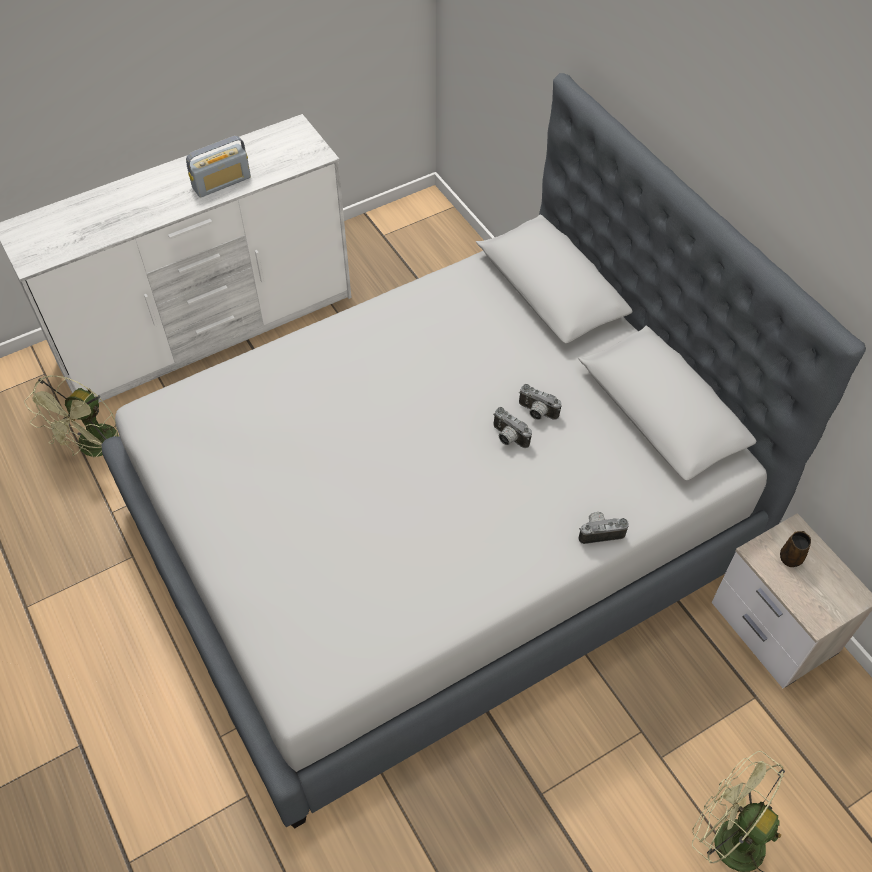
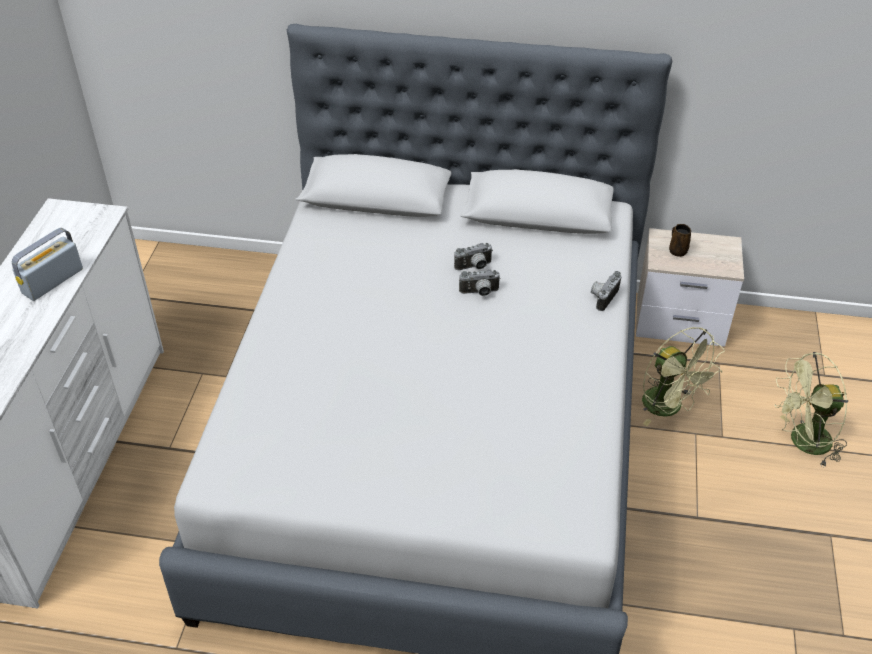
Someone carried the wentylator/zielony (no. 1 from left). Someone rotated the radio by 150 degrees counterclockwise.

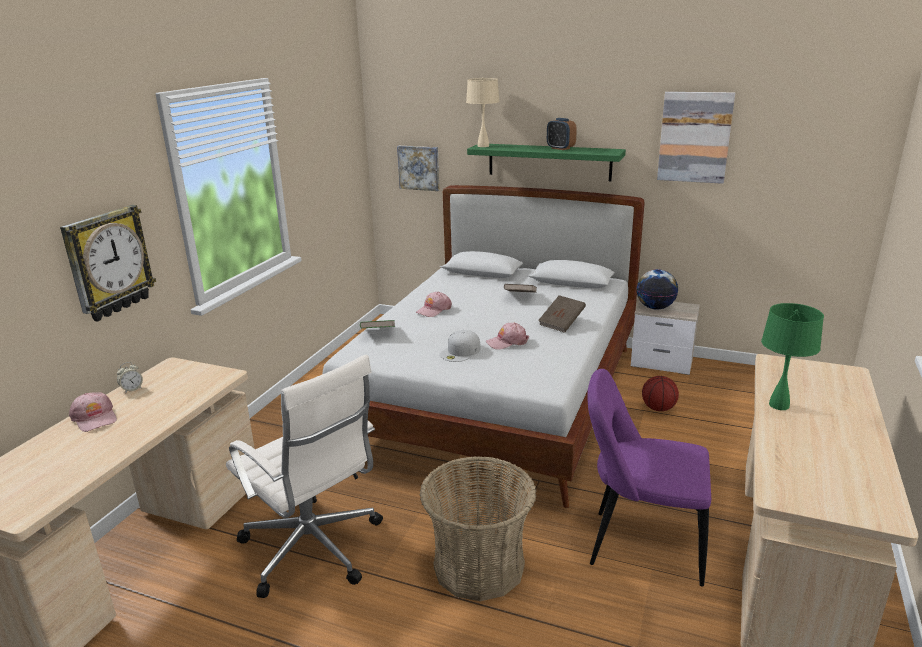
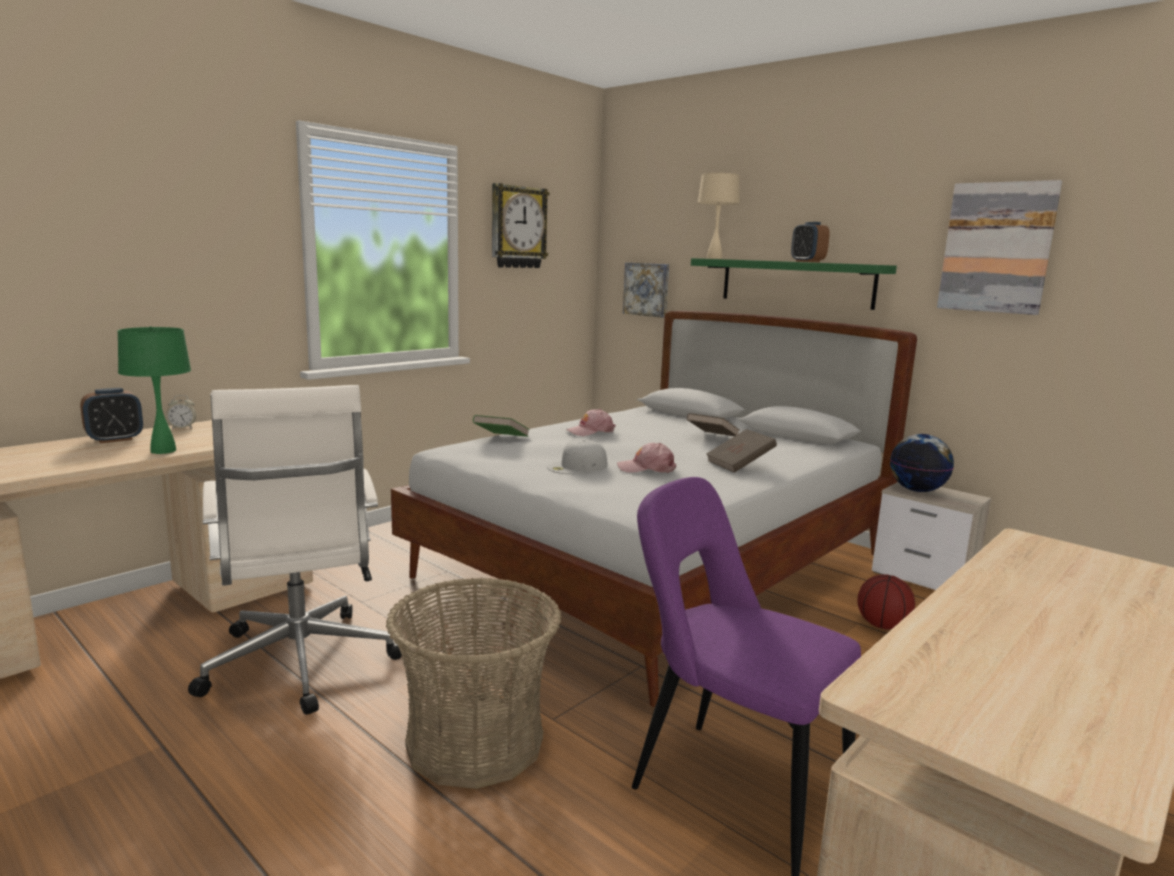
Someone carried the zegar ścienny. Someone swapped the czapka z daszkiem/różowy (no. 1 from left) for the budzik (no. 1 from left). Someone carried the lampa stołowa/zielony.

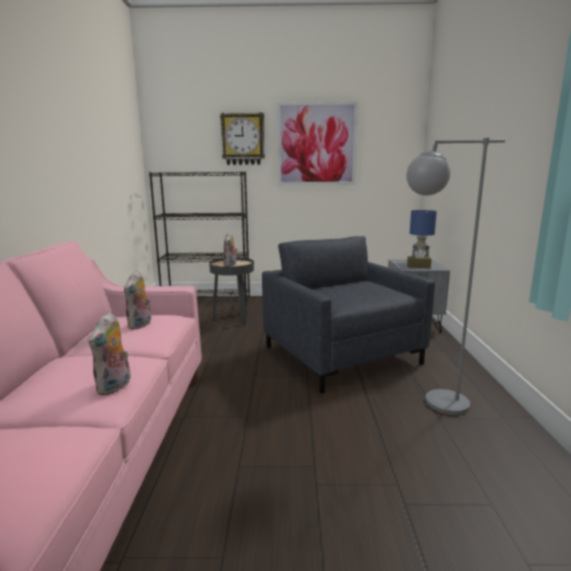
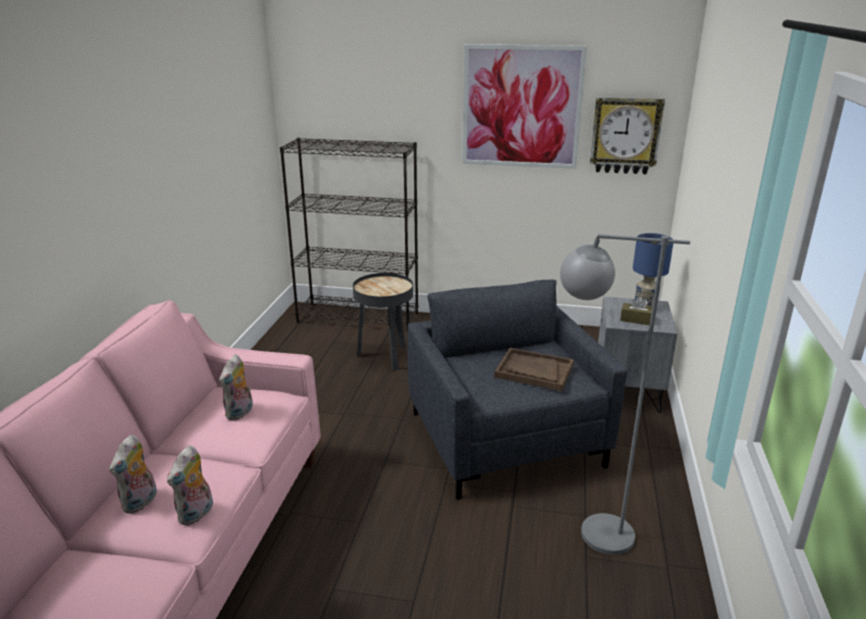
Someone carried the zegar ścienny. Someone carried the pluszak (no. 3 from left in the first image). Someone put down the taca/brązowy.

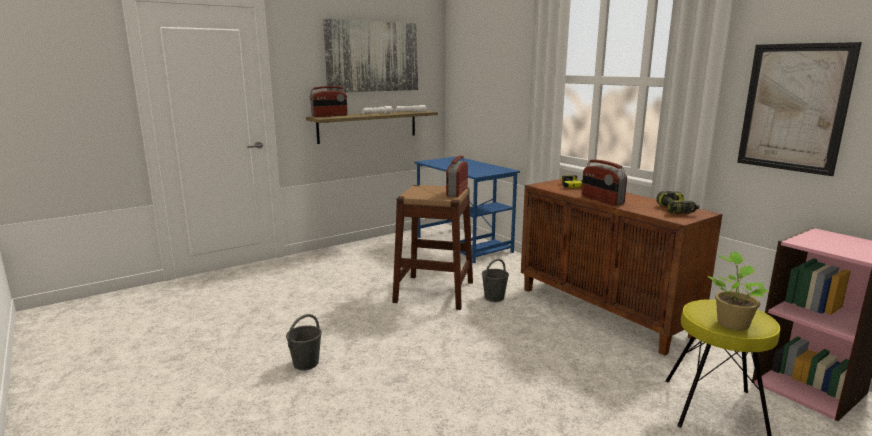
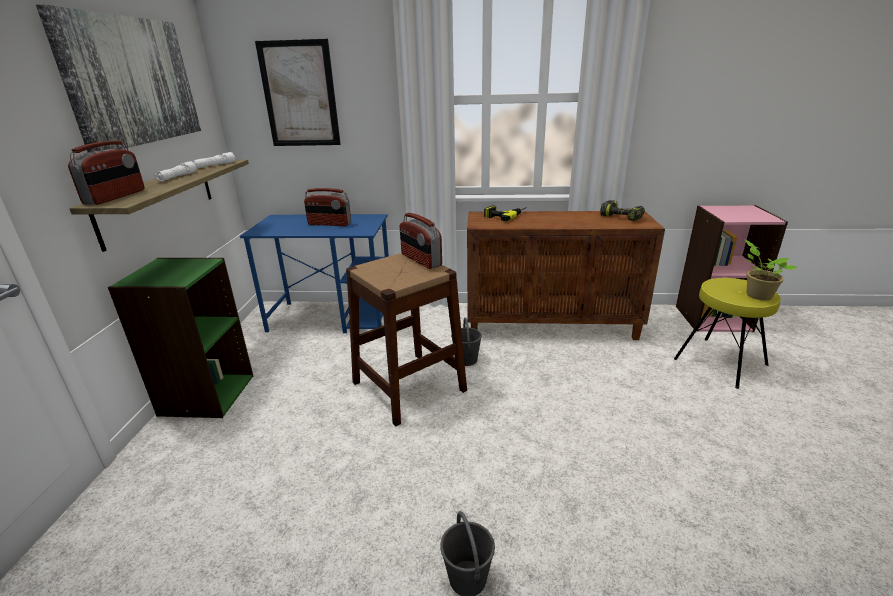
Someone carried the radio (no. 3 from left in the first image). Someone carried the obraz (no. 2 from left). Someone put down the regał/zielony.

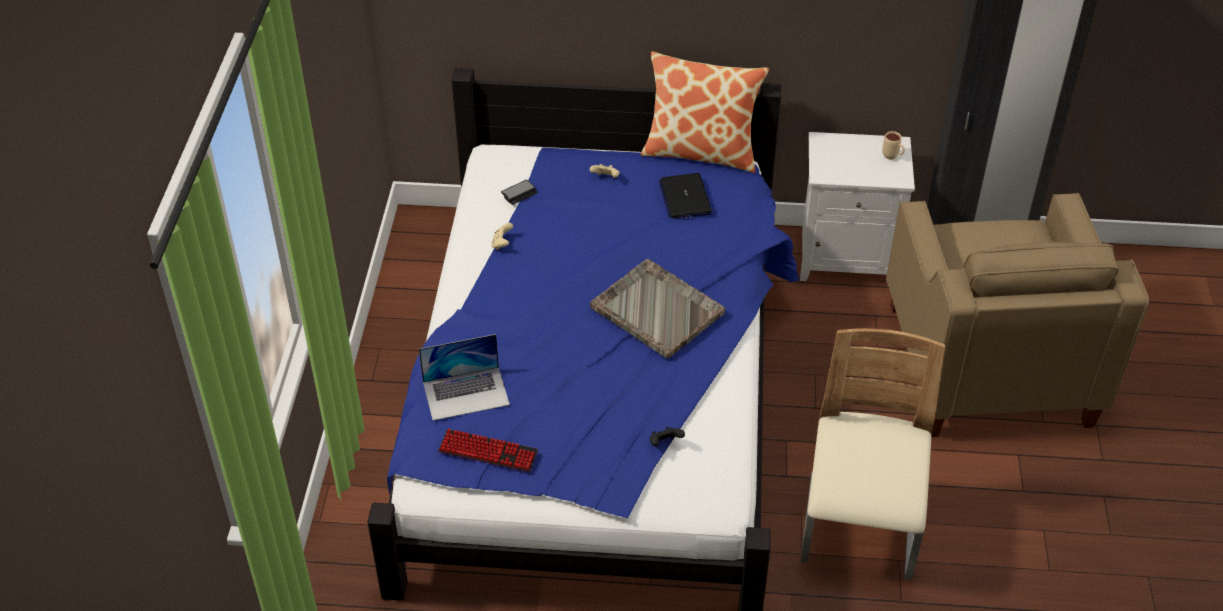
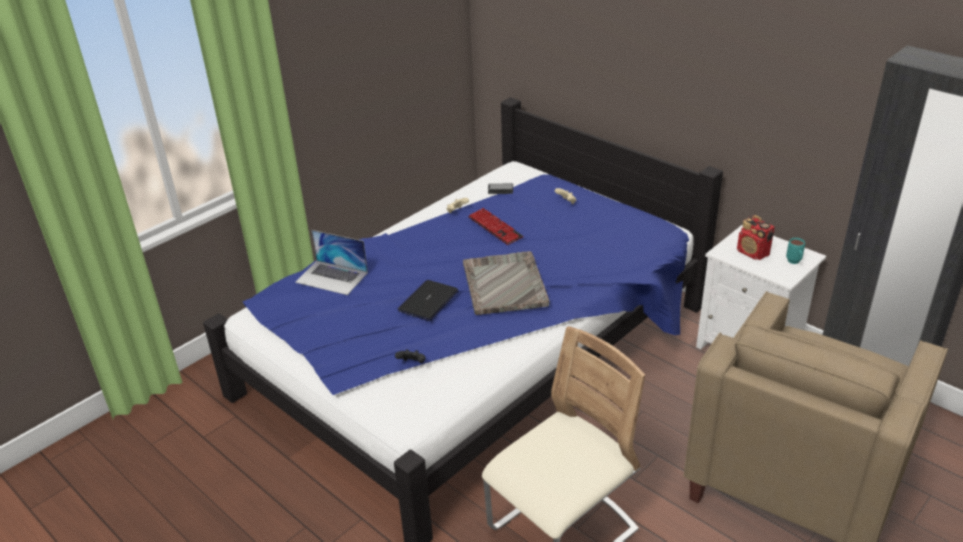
Someone carried the klawiatura. Someone took away the poduszka. Someone carried the laptop (no. 2 from left). Someone repainted the kubek/beżowy, which became the kubek/turkusowy. Someone put down the radio.

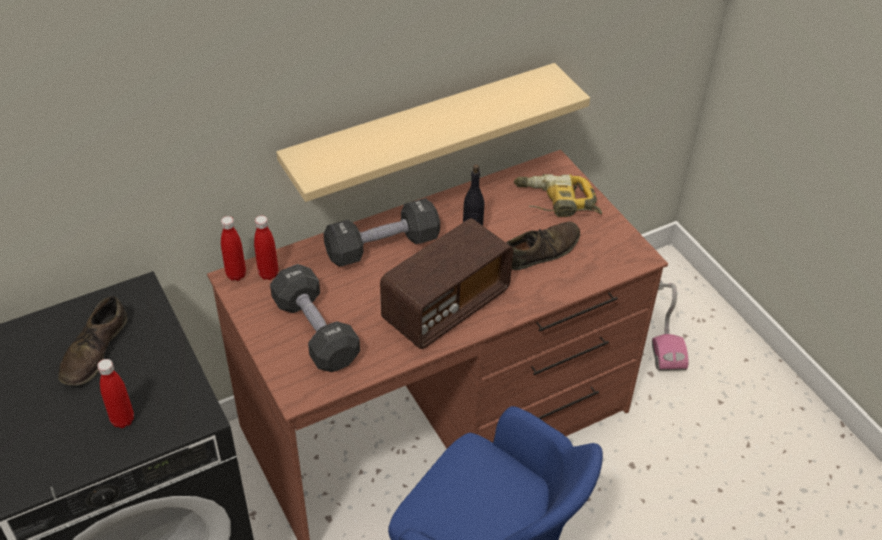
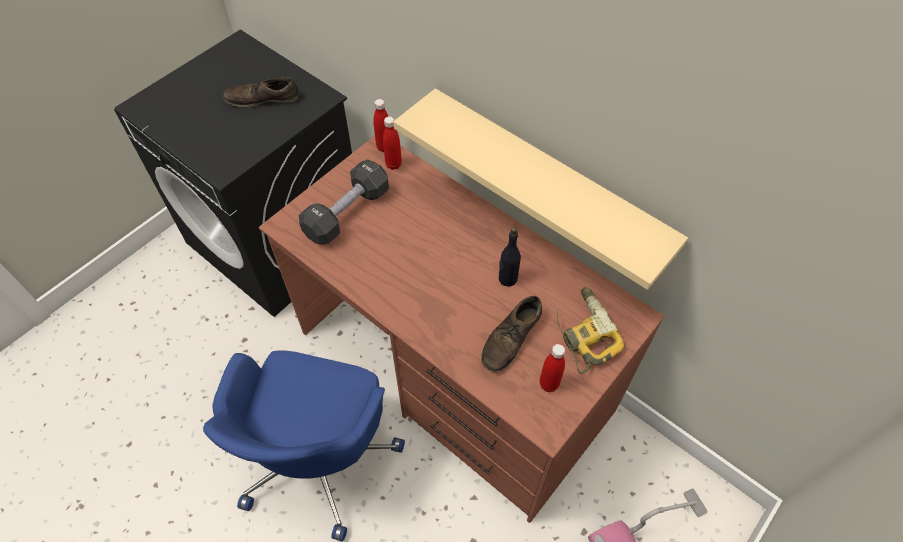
Someone carried the butelka/czerwony (no. 1 from left in the first image). Someone took away the hantel/czarny (no. 2 from left). Someone took away the radio. Someone rotated the but/brązowy (no. 2 from left) by 90 degrees clockwise.

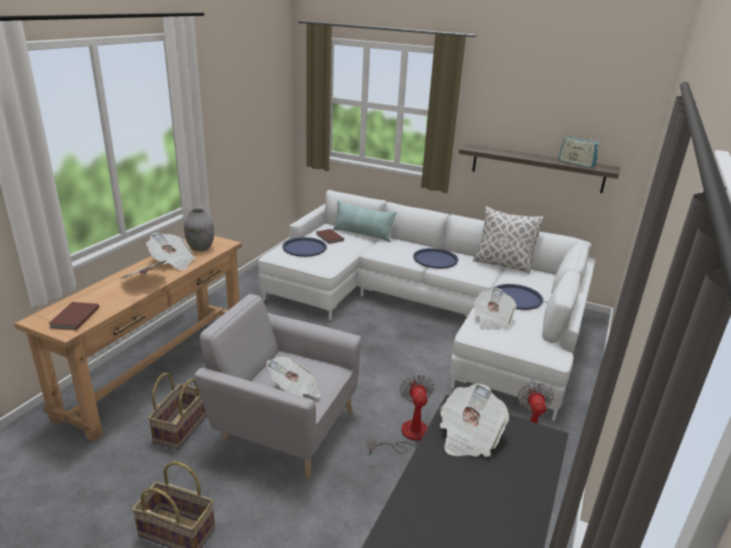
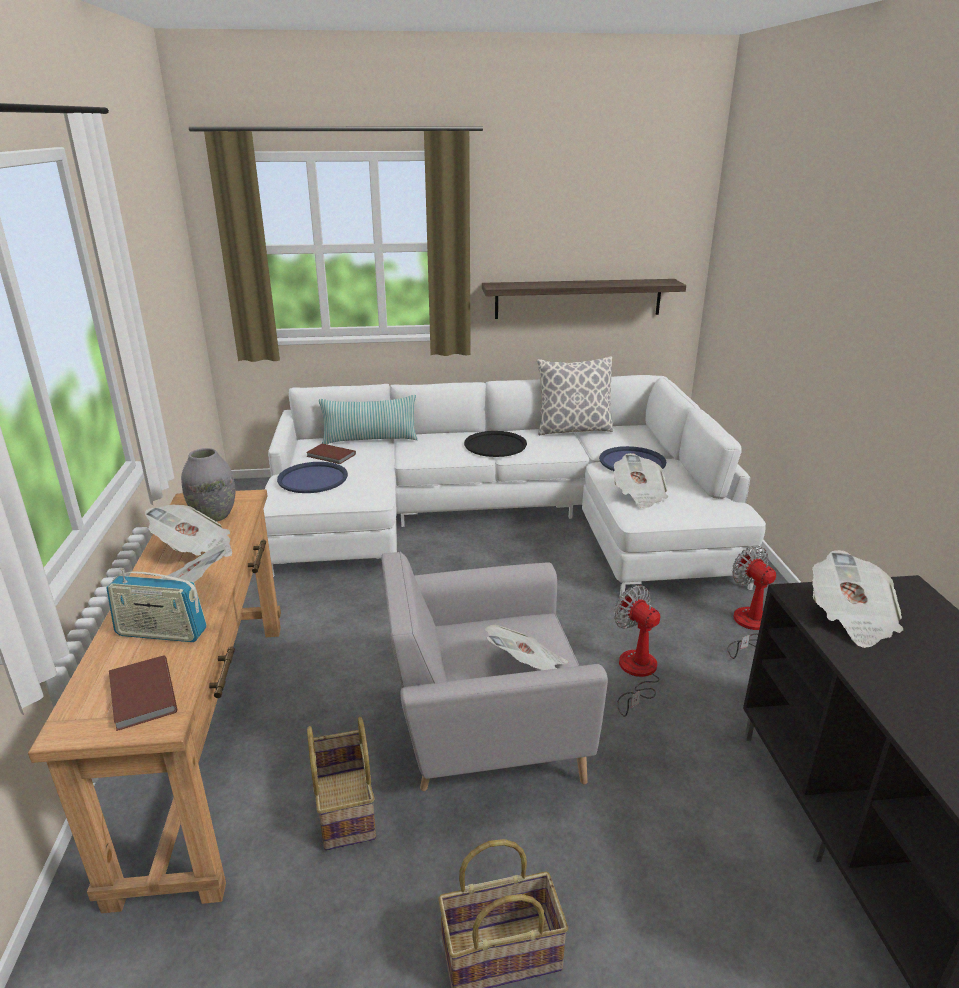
Someone repainted the taca/niebieski (no. 2 from left), which became the taca/czarny. Someone carried the radio.

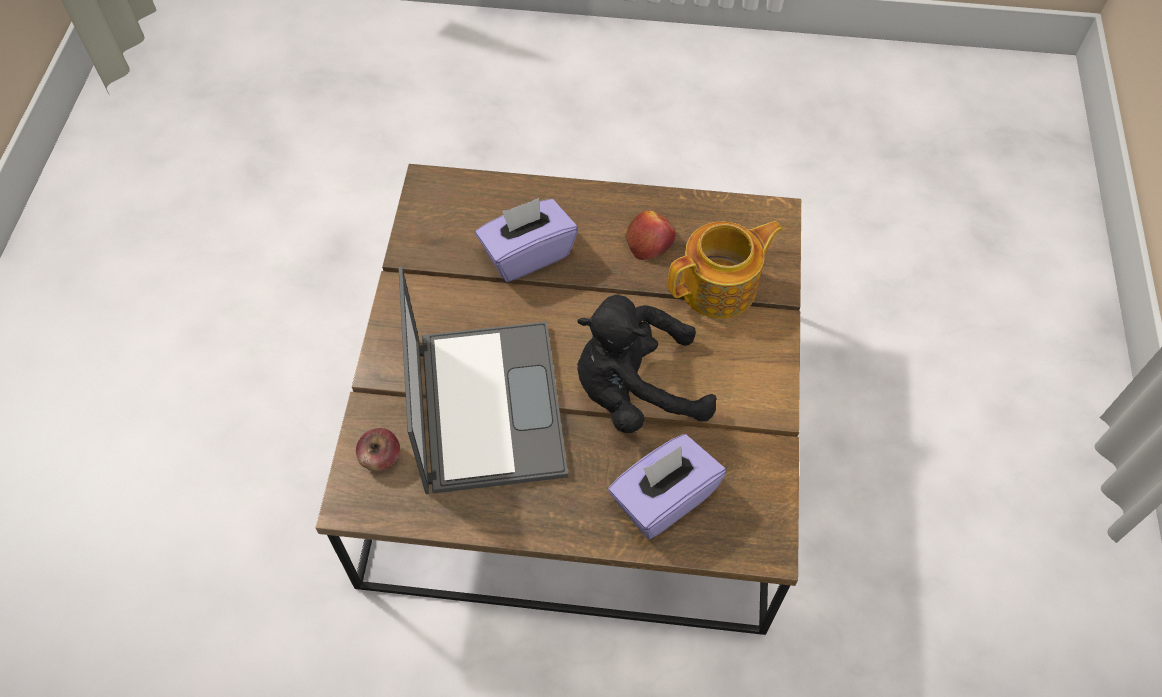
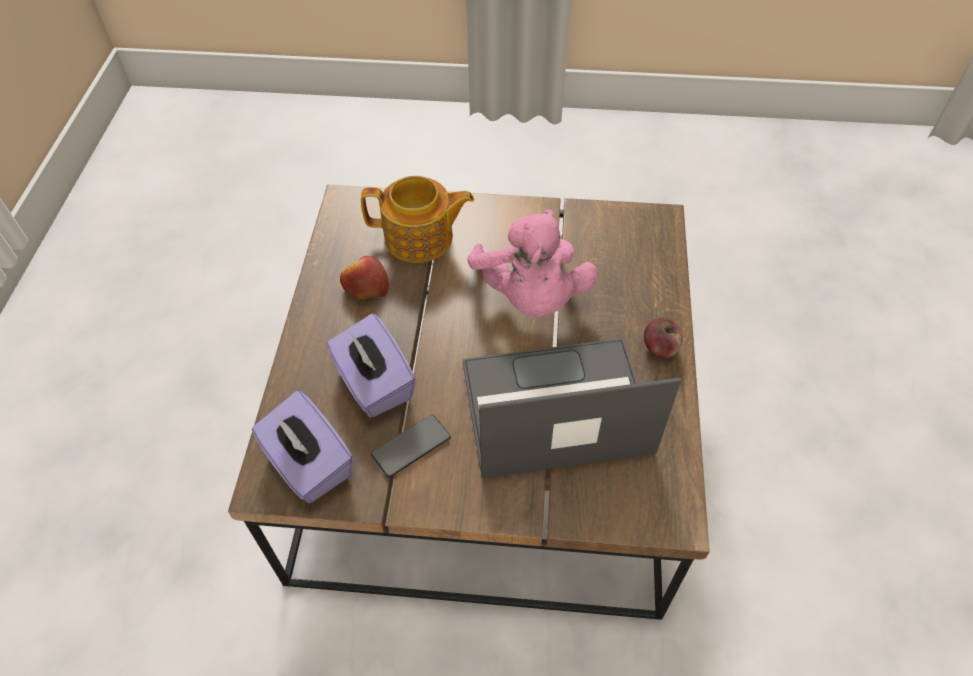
Someone carried the jabłko (no. 1 from left in the first image). Someone repainted the pluszak/czarny, which became the pluszak/różowy. Someone carried the pudełko chusteczek/fioletowy (no. 2 from left in the first image). Someone rotated the imbryk by 120 degrees clockwise. Someone put down the telefon.

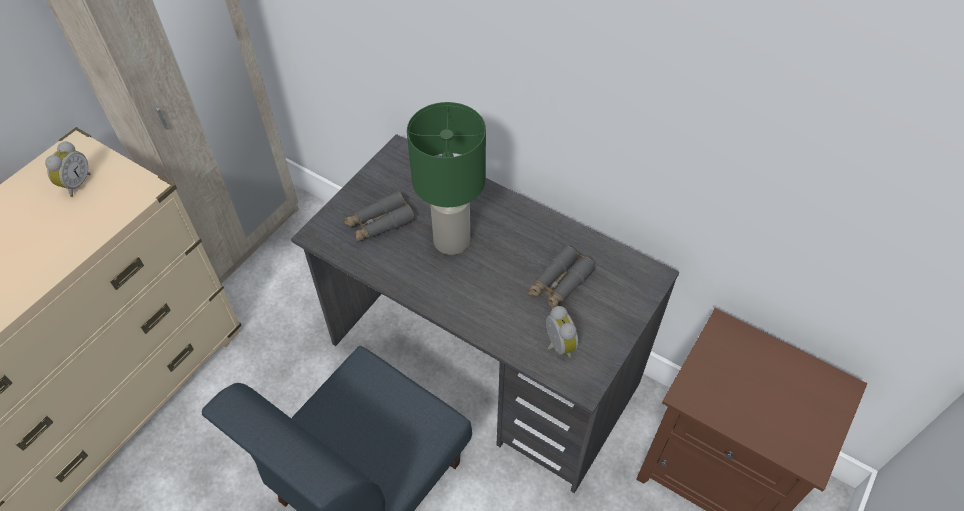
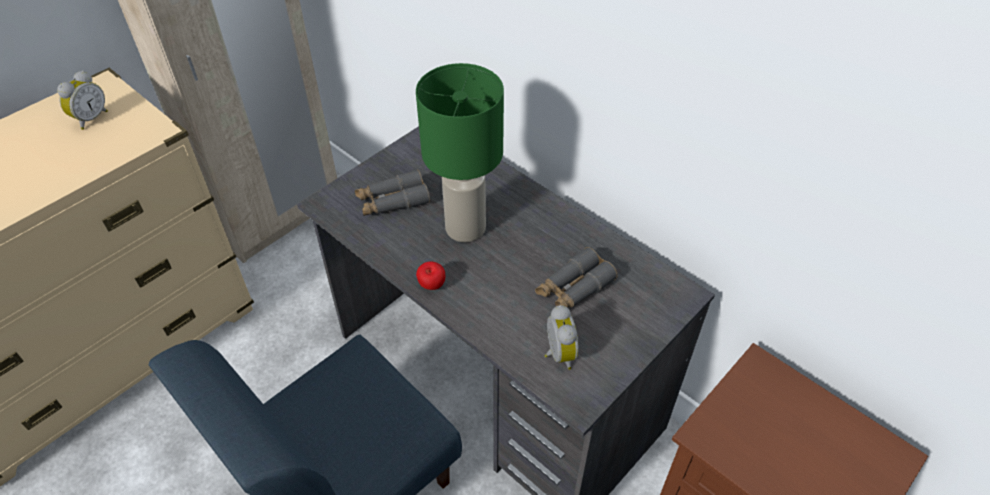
Someone put down the jabłko.

